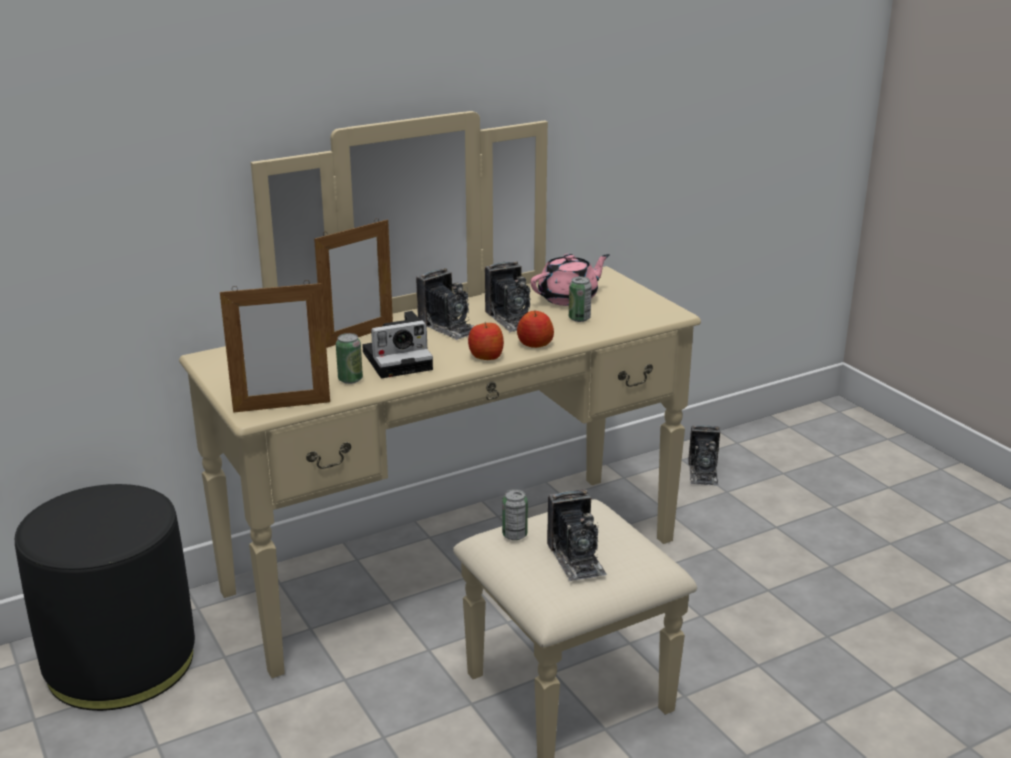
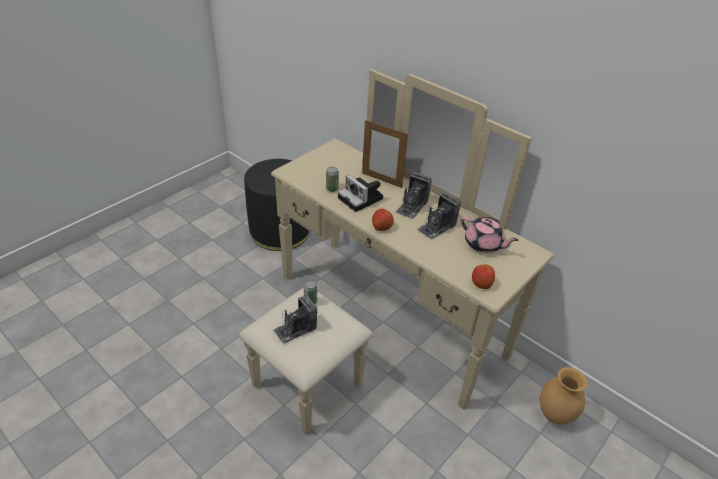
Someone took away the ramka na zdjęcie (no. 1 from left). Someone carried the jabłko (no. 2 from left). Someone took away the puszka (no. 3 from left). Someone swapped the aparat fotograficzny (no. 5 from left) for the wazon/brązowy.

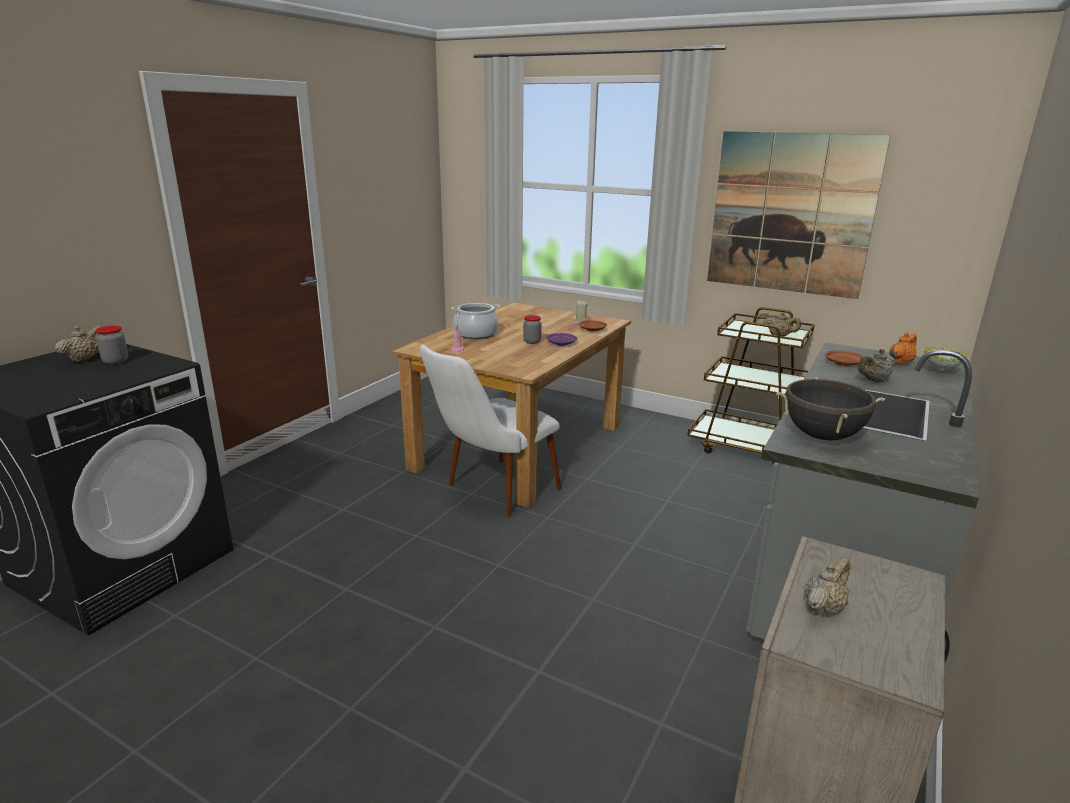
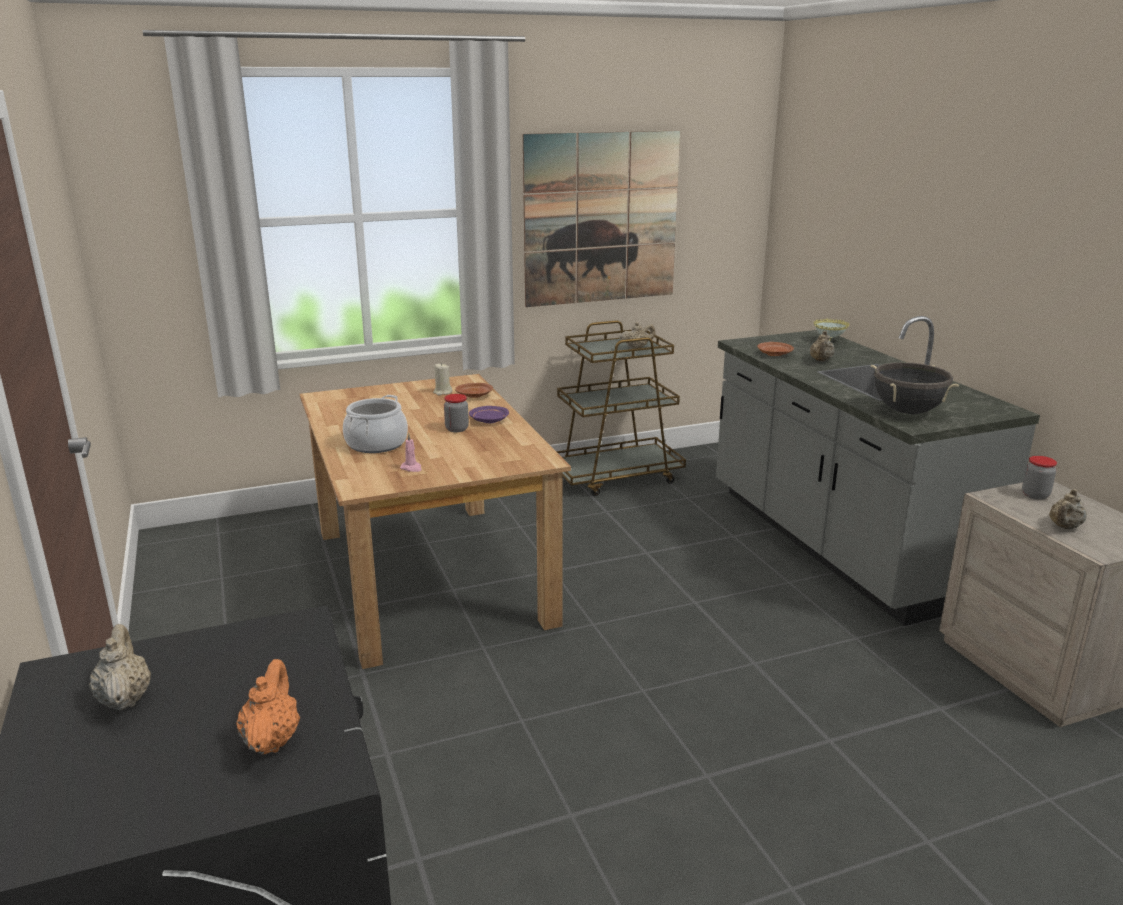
Someone carried the słoik (no. 1 from left in the first image). Someone took away the krzesło/biały. Someone rotated the imbryk/beżowy (no. 3 from left in the first image) by 135 degrees counterclockwise. Someone carried the imbryk/pomarańczowy.

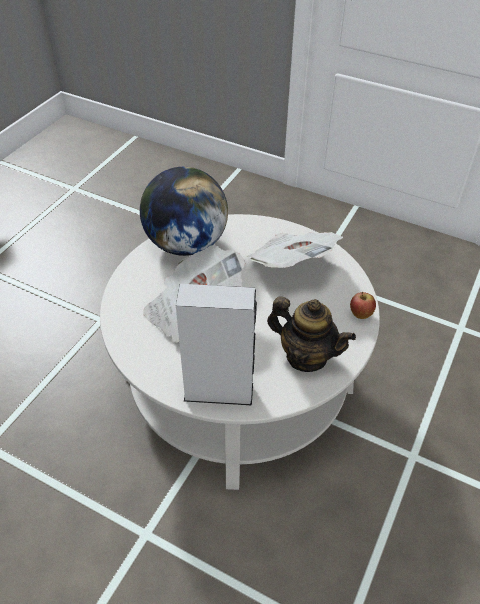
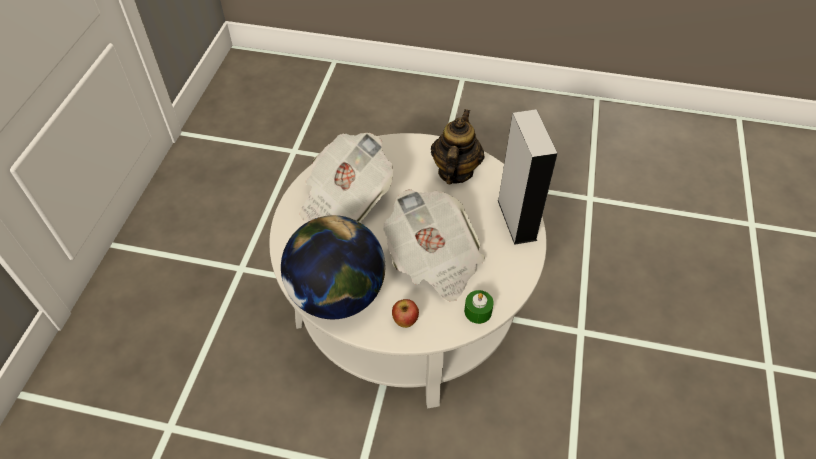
Someone carried the jabłko. Someone put down the świeca/zielony.

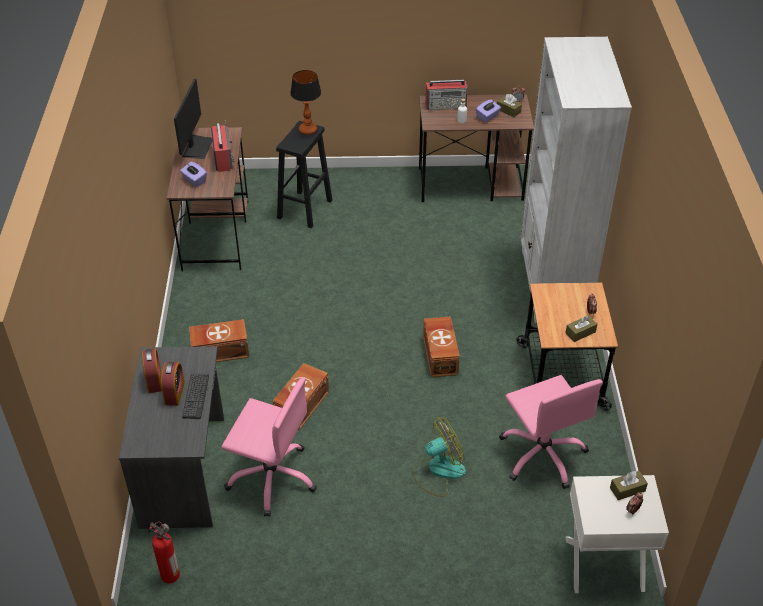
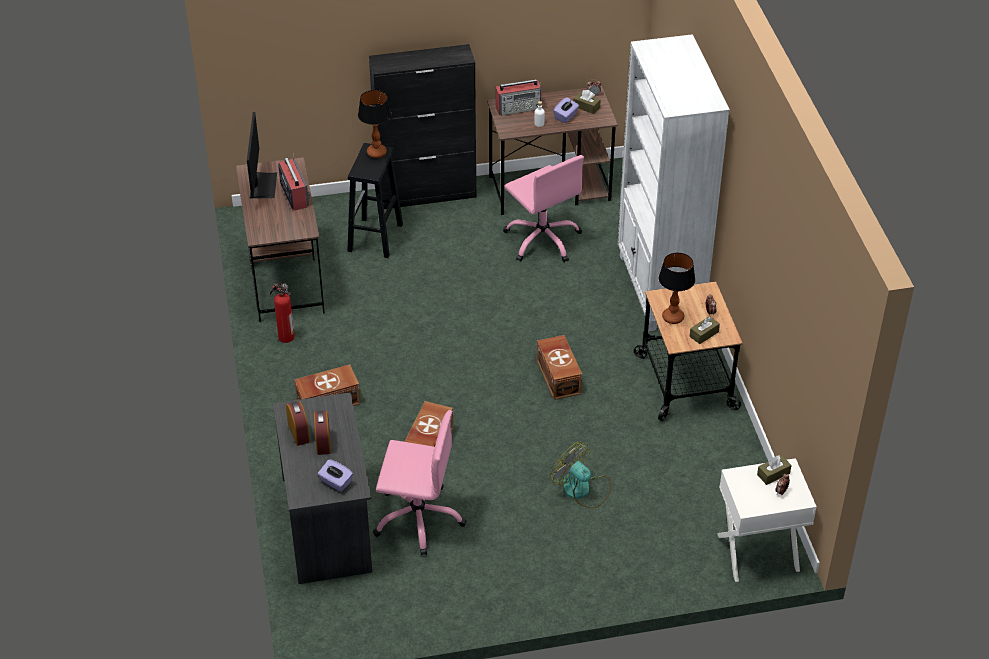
Someone carried the gaśnica. Someone carried the pudełko chusteczek/fioletowy (no. 1 from left). Someone took away the klawiatura. Someone rotated the wentylator by 105 degrees counterclockwise. Someone carried the krzesło biurowe/różowy (no. 2 from left). Someone put down the szafka/czarny. Someone put down the lampa stołowa (no. 2 from left).

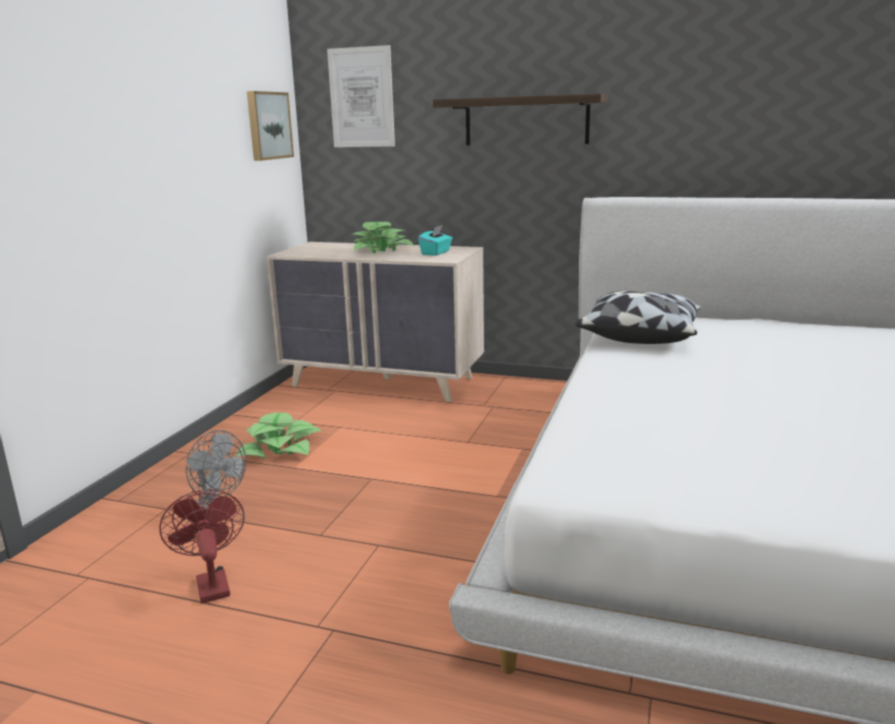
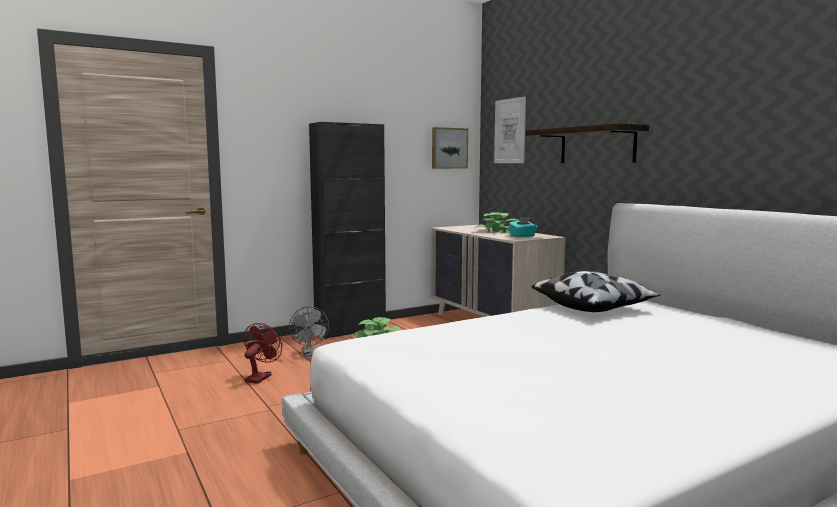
Someone put down the szafka/czarny.

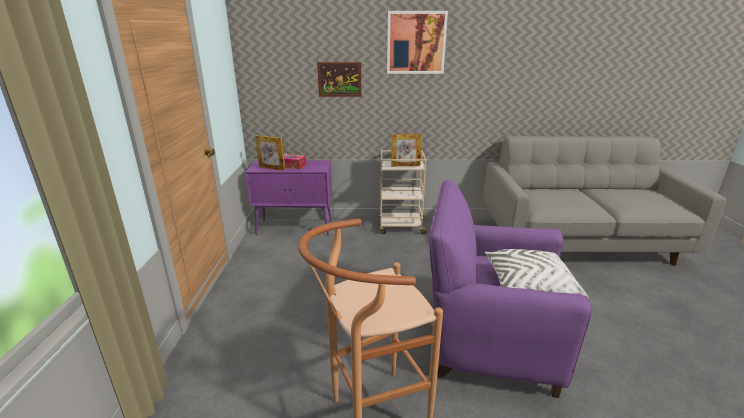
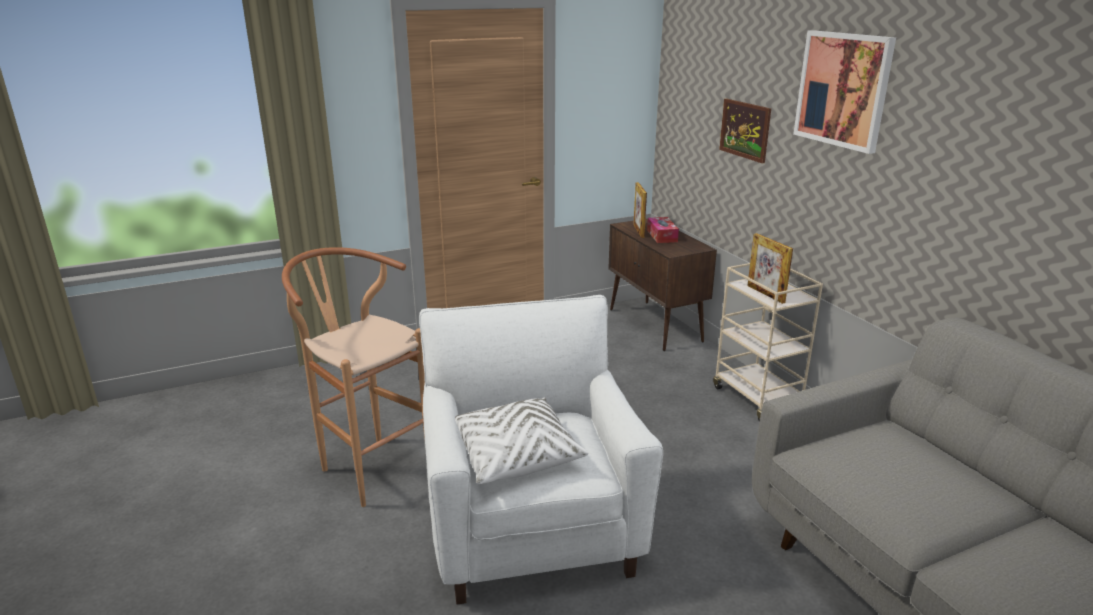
Someone repainted the szafka/fioletowy, which became the szafka/brązowy. Someone repainted the fotel/fioletowy, which became the fotel/biały.

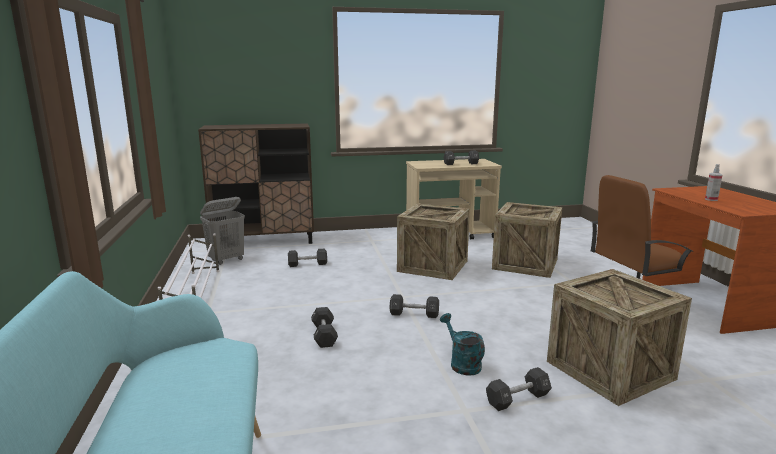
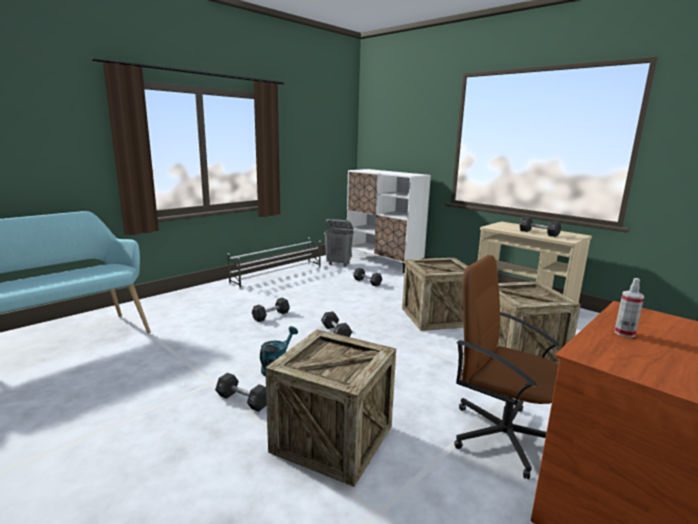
Someone repainted the szafka/brązowy, which became the szafka/biały.

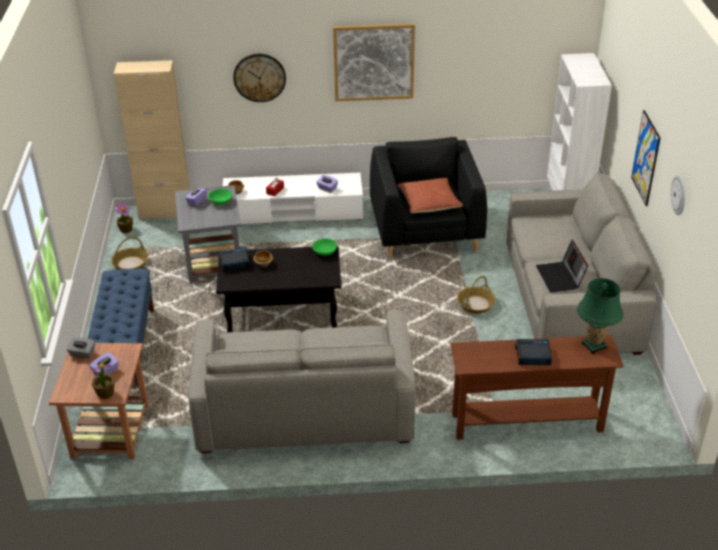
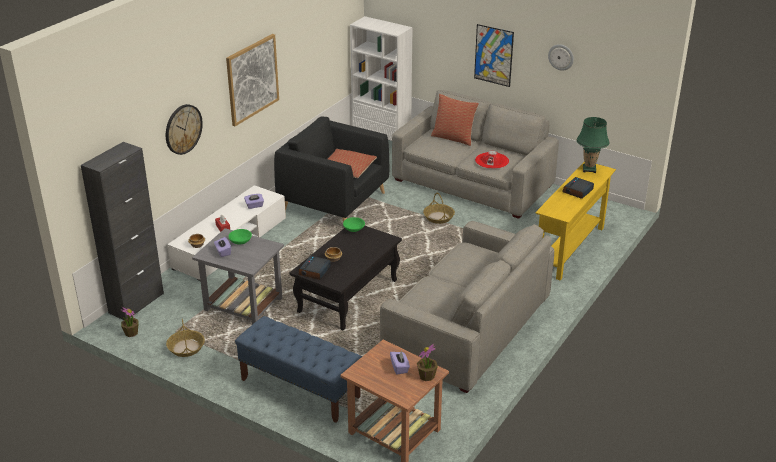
Someone took away the pudełko chusteczek/szary. Someone repainted the szafka/beżowy, which became the szafka/czarny. Someone repainted the stolik konsolowy/brązowy, which became the stolik konsolowy/żółty. Someone swapped the laptop for the kapelusz/czerwony. Someone put down the poduszka (no. 2 from left).

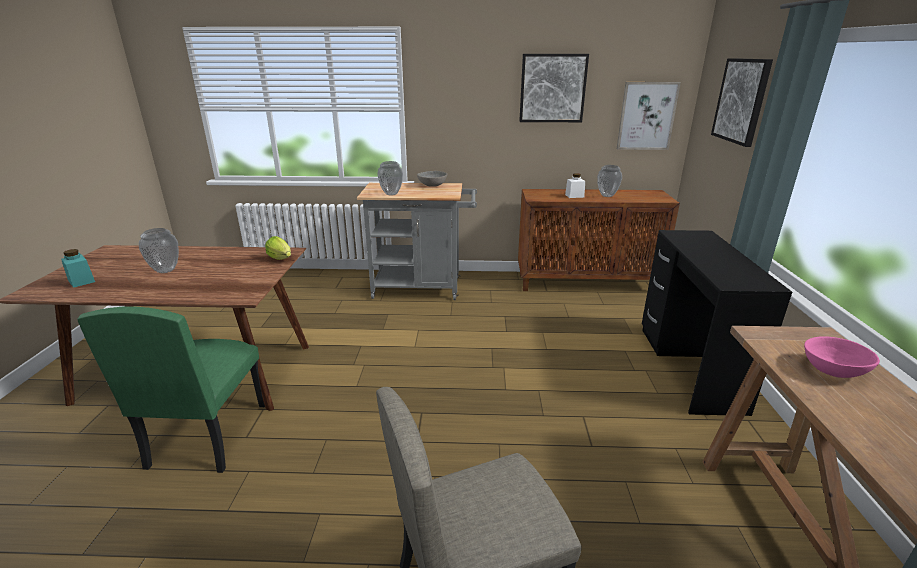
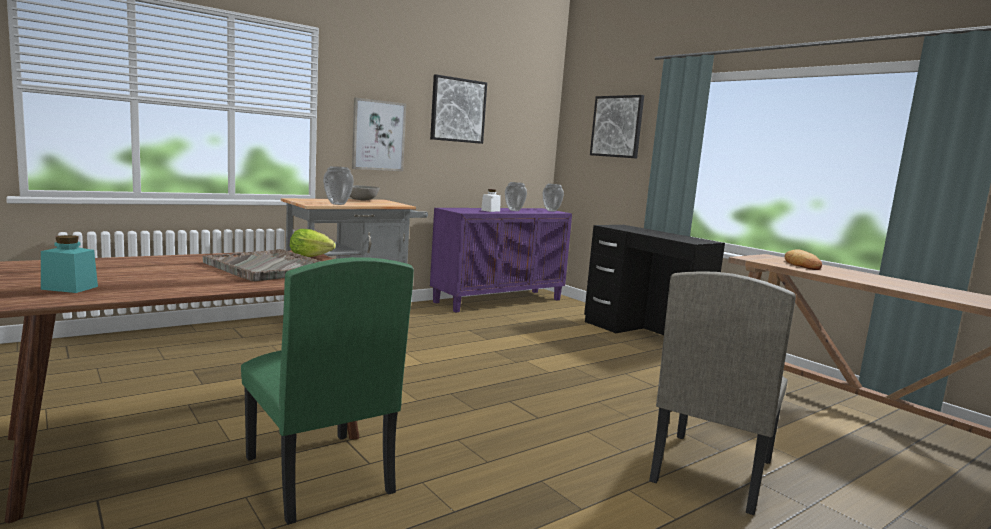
Someone carried the wazon (no. 1 from left in the first image). Someone repainted the szafka/brązowy, which became the szafka/fioletowy. Someone carried the obraz (no. 2 from left in the first image). Someone swapped the miska/różowy for the chleb. Someone put down the taca/szary.

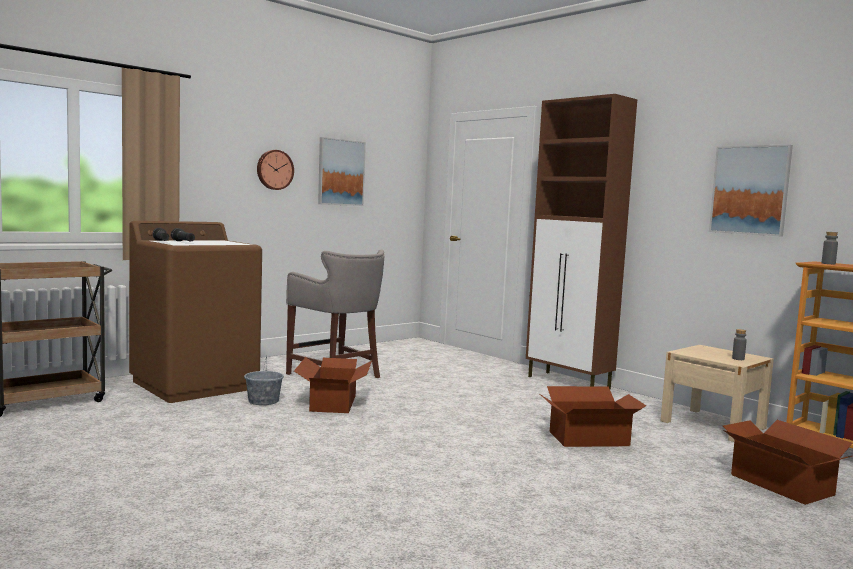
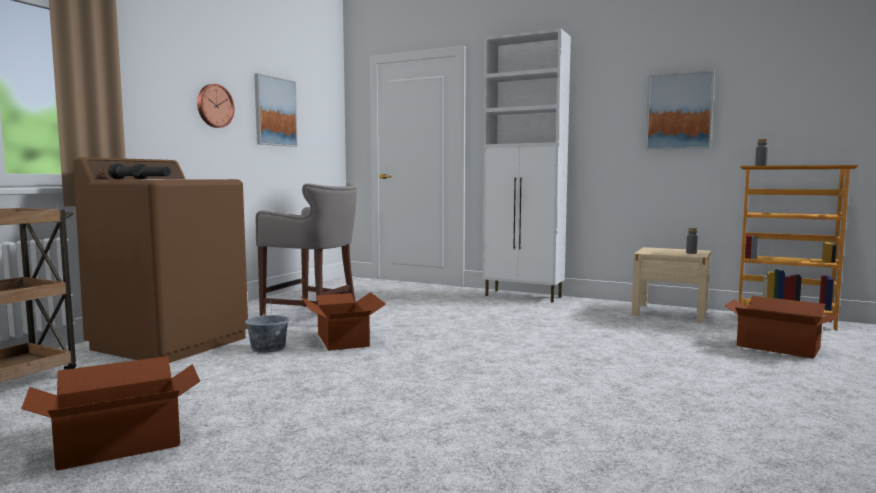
Someone repainted the szafka/brązowy, which became the szafka/biały. Someone carried the karton (no. 2 from left in the first image).

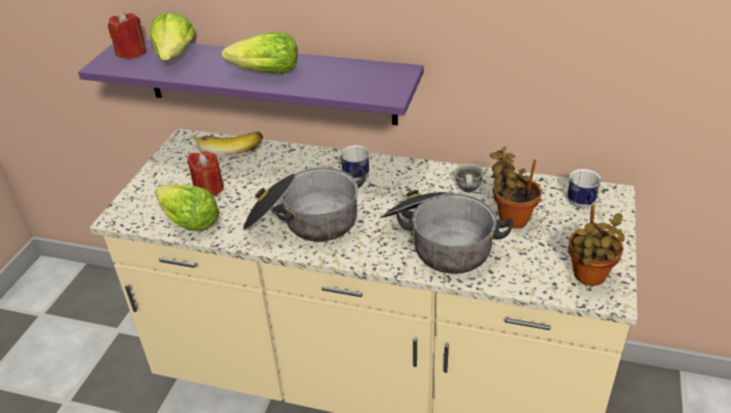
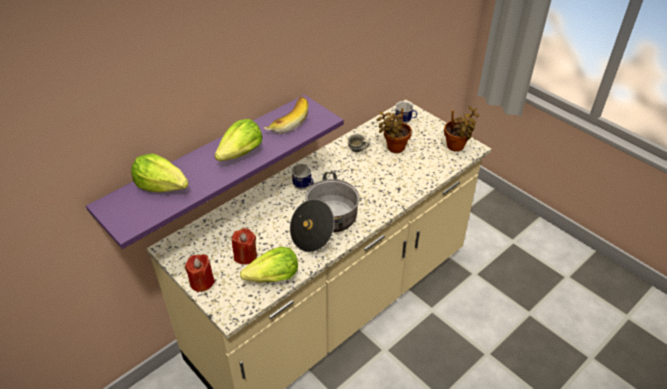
Someone carried the świeca/czerwony (no. 1 from left). Someone carried the banan. Someone took away the garnek (no. 2 from left).

